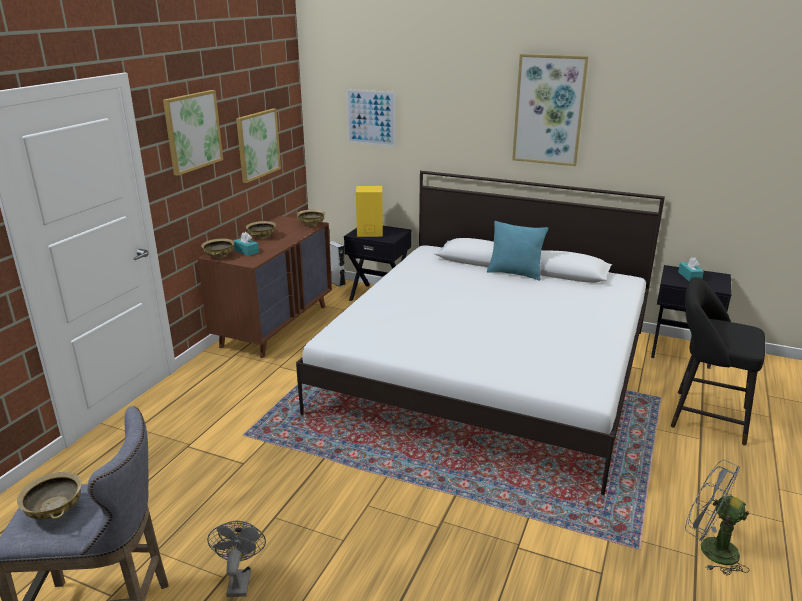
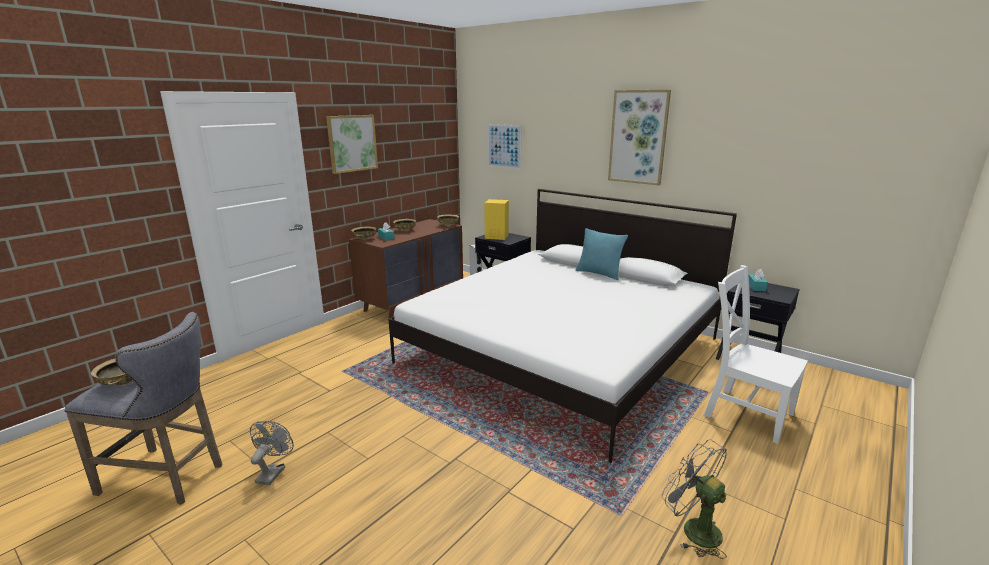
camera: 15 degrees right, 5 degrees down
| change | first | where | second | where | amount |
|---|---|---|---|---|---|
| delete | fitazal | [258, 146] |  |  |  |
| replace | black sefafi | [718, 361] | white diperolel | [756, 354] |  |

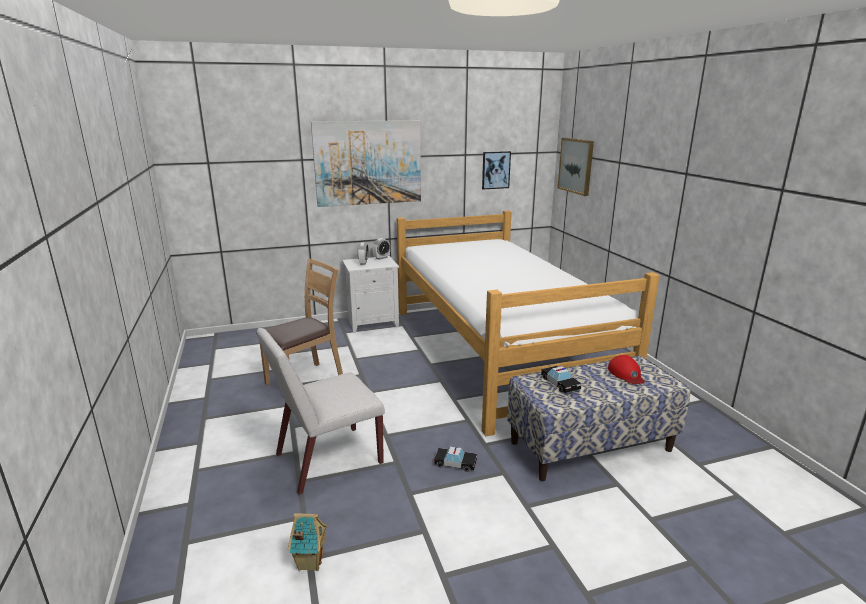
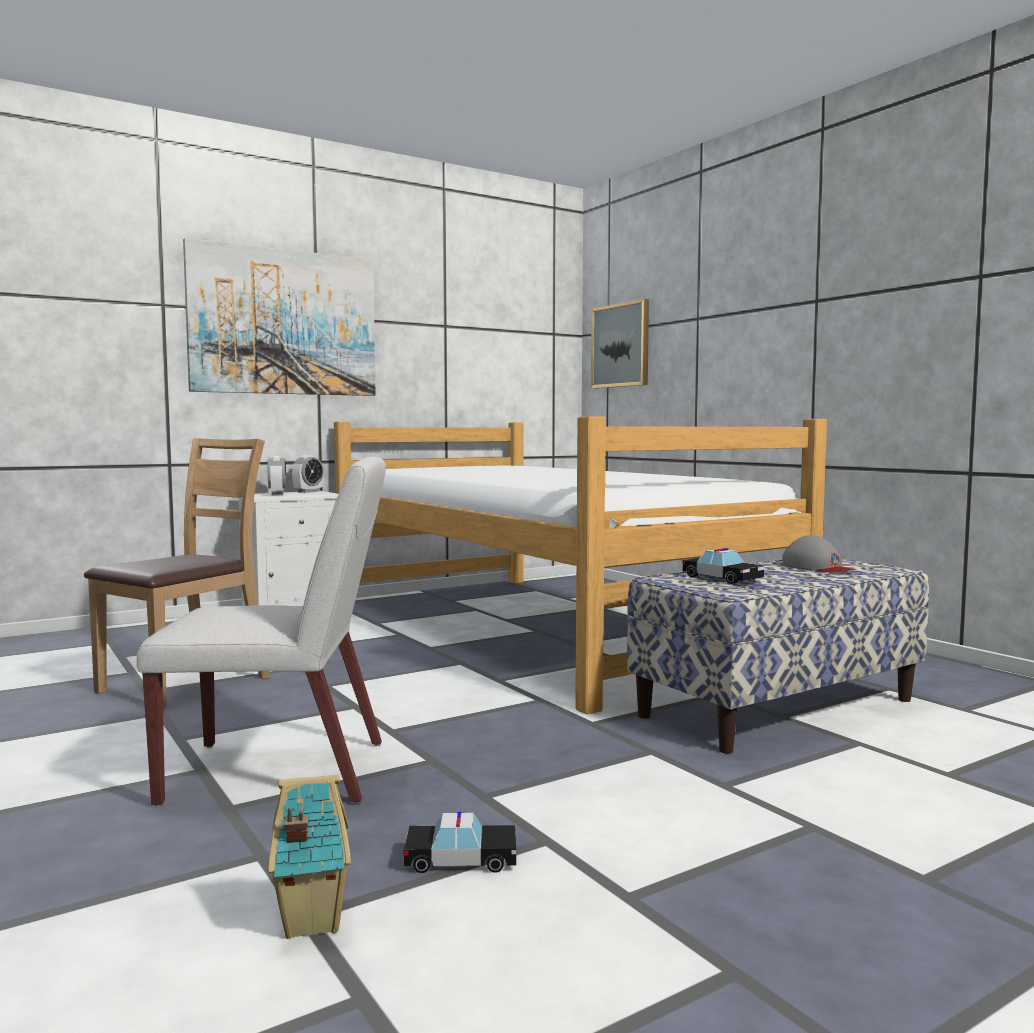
camera: 15 degrees left, 15 degrees down
| change | first | where | second | where | amount |
|---|---|---|---|---|---|
| rotate | white diperolel | [321, 411] |  | [261, 631] | 135 degrees counterclockwise |
| move | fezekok | [455, 459] |  | [460, 842] |  |
| delete | fitazal | [496, 170] |  |  |  |
| recolor | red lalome | [626, 369] | grey lalome | [818, 553] |  |

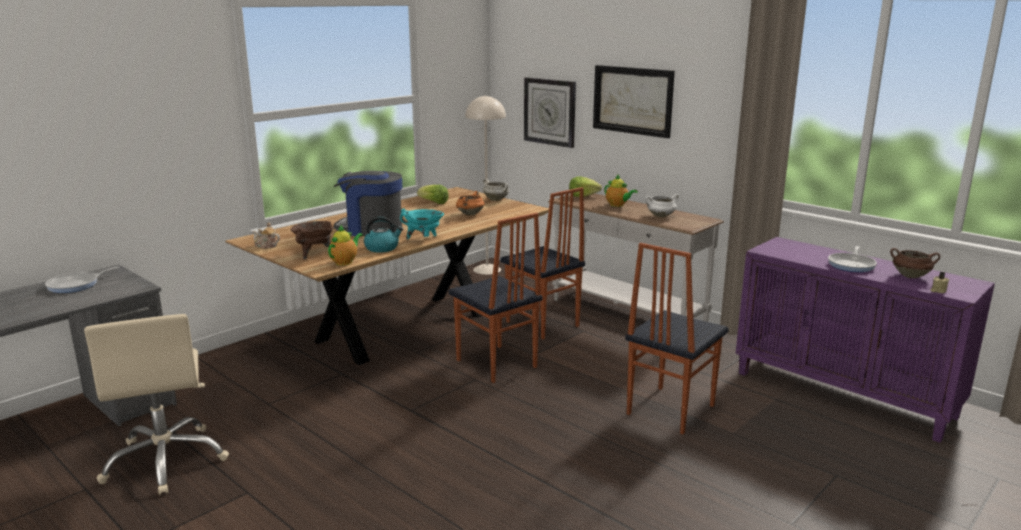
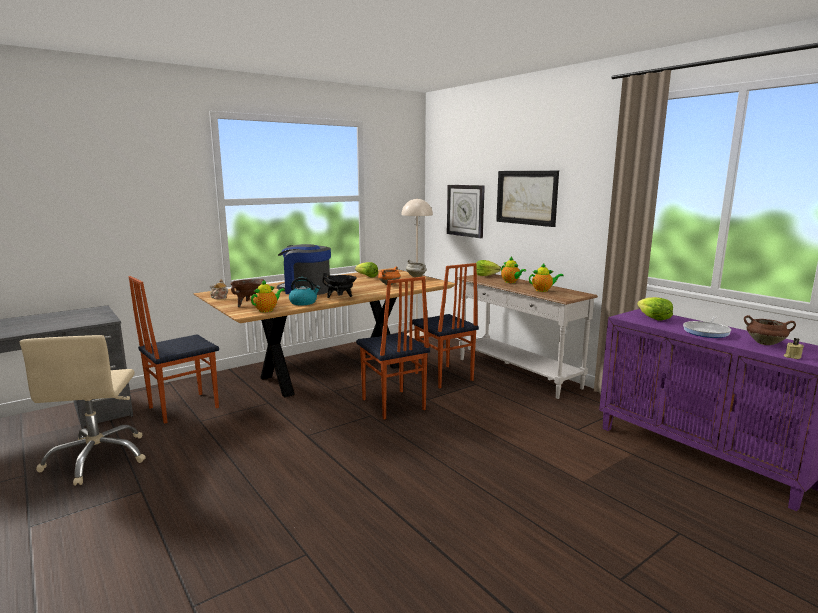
camera: 10 degrees right, 5 degrees down
| change | first | where | second | where | amount |
|---|---|---|---|---|---|
| delete | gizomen | [82, 279] |  |  |  |
| recolor | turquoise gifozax | [422, 223] | black gifozax | [339, 285] |  |
| move | diperolel | [677, 339] |  | [174, 350] |  |
| replace | white gifozax | [662, 205] | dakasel | [546, 277] |  |
| insert |  |  | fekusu | [655, 308] |  |

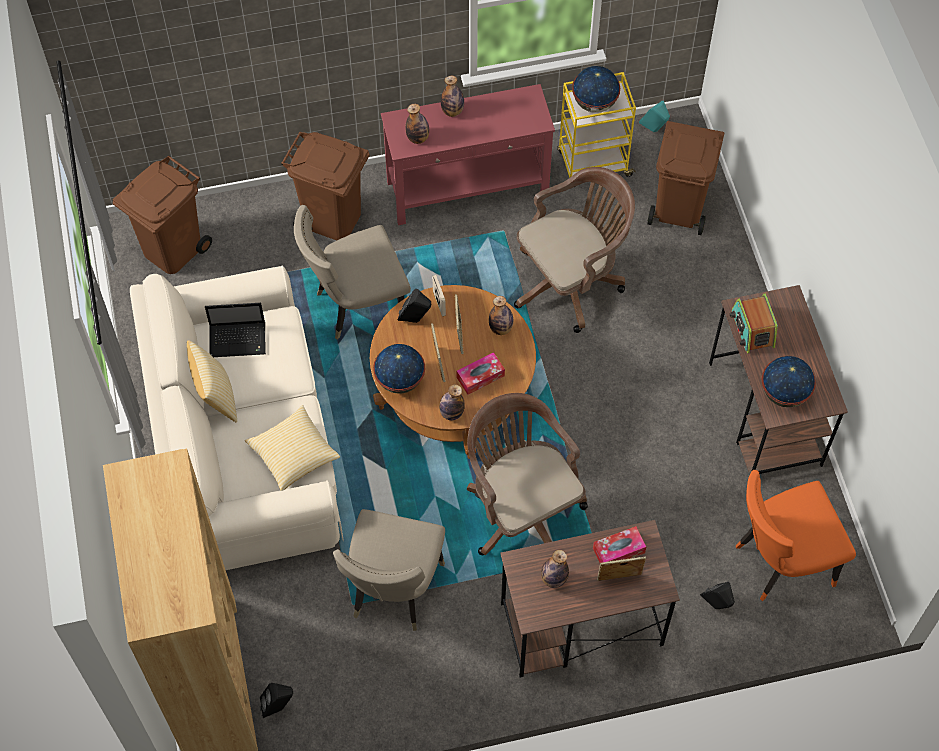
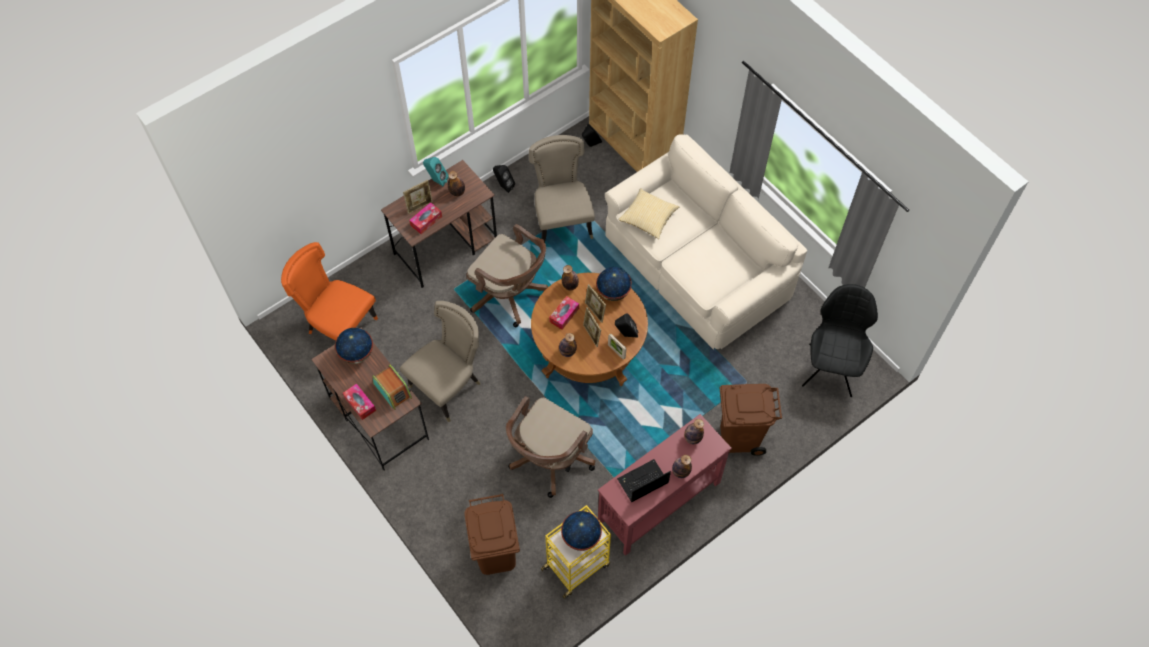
camera: 155 degrees right, 0 degrees up
| change | first | where | second | where | amount |
|---|---|---|---|---|---|
| replace | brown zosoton | [162, 215] | black diperolel | [840, 340] |  |
| delete | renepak | [212, 381] |  |  |  |
| move | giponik | [235, 330] |  | [644, 480] |  |
| move | beige diperolel | [352, 272] |  | [440, 361] |  |
| move | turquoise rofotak | [654, 116] |  | [436, 171] |  |
| move | black rofotak | [717, 595] |  | [504, 179] |  |
| rotate | orange diperolel | [796, 535] |  | [329, 291] | 105 degrees counterclockwise |
| insert |  |  | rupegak | [359, 402] |  |

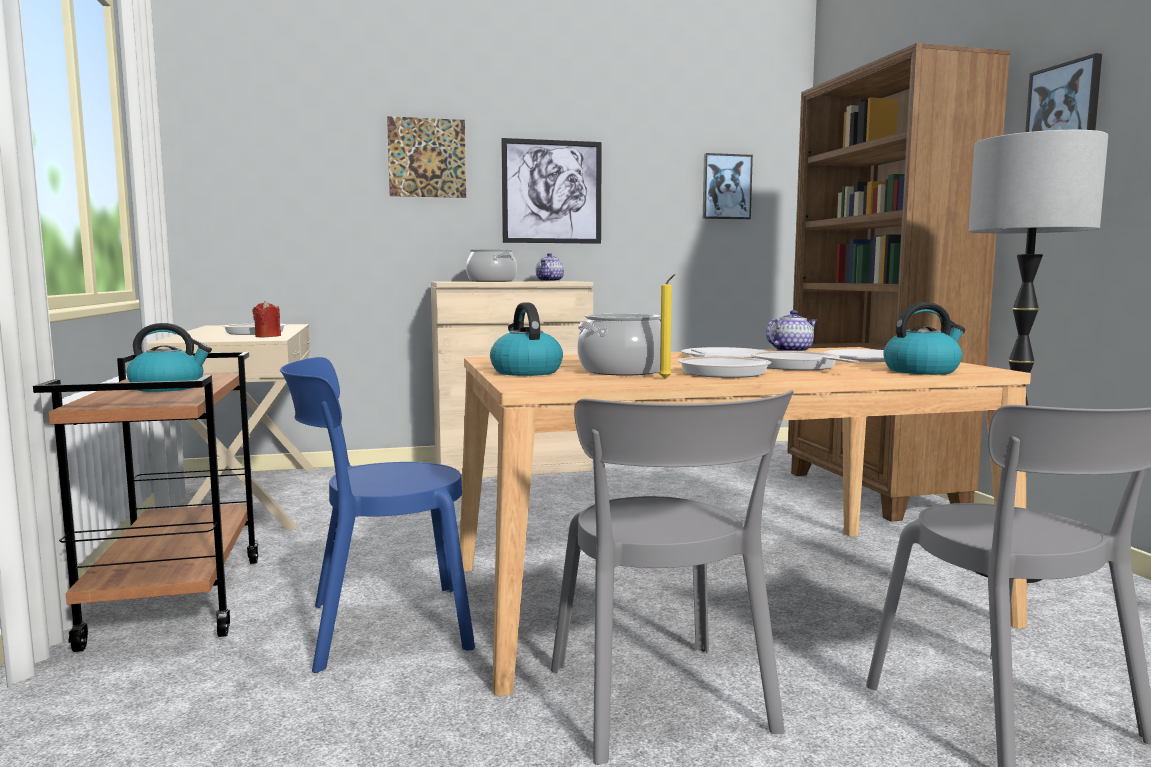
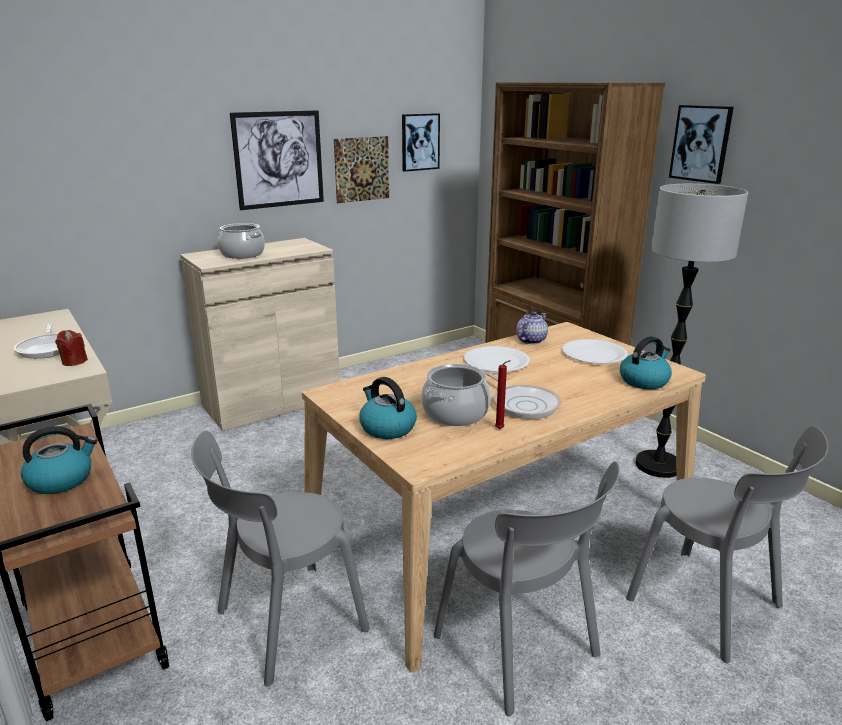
camera: 20 degrees left, 15 degrees up
| change | first | where | second | where | amount |
|---|---|---|---|---|---|
| recolor | blue diperolel | [377, 515] | grey diperolel | [280, 558] |  |
| move | fitazal | [426, 157] |  | [361, 169] |  |
| delete | dakasel | [550, 267] |  |  |  |
| recolor | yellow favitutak | [667, 326] | red favitutak | [503, 394] |  |
| delete | gizomen | [805, 360] |  |  |  |

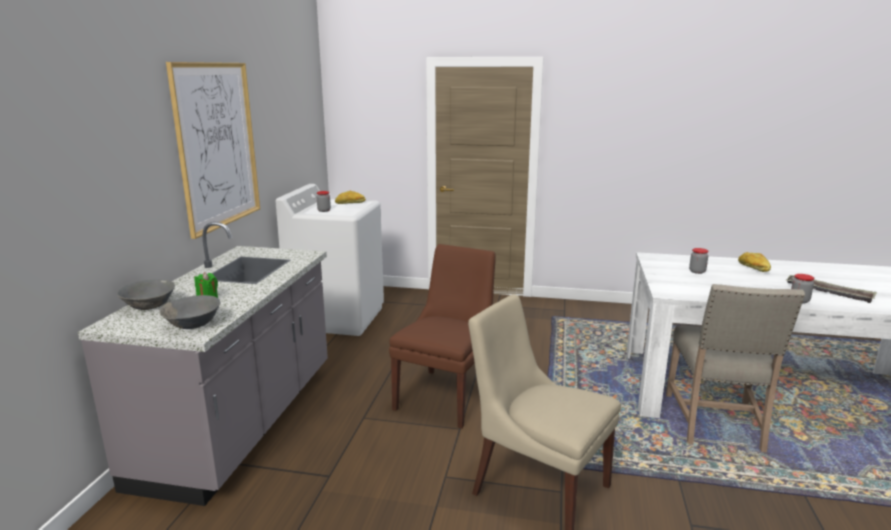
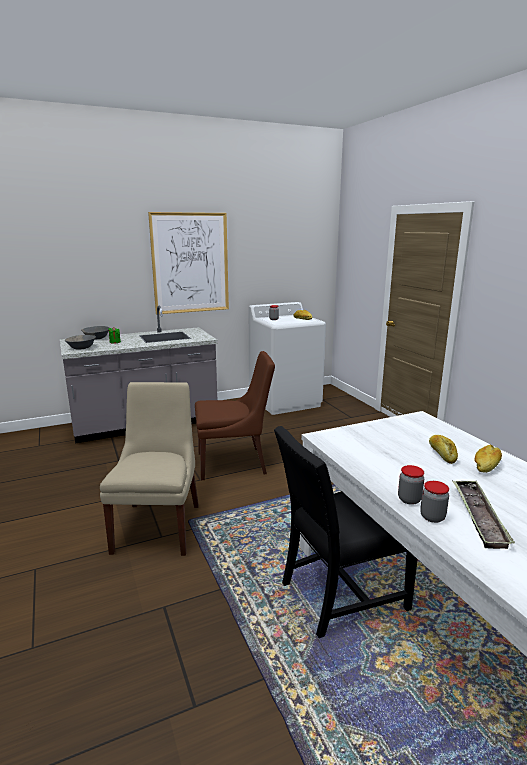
camera: 55 degrees right, 0 degrees up
| change | first | where | second | where | amount |
|---|---|---|---|---|---|
| recolor | beige diperolel | [735, 368] | black diperolel | [345, 532] |  |
| move | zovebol | [699, 261] |  | [434, 502] |  |
| insert |  |  | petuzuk | [443, 449] |  |

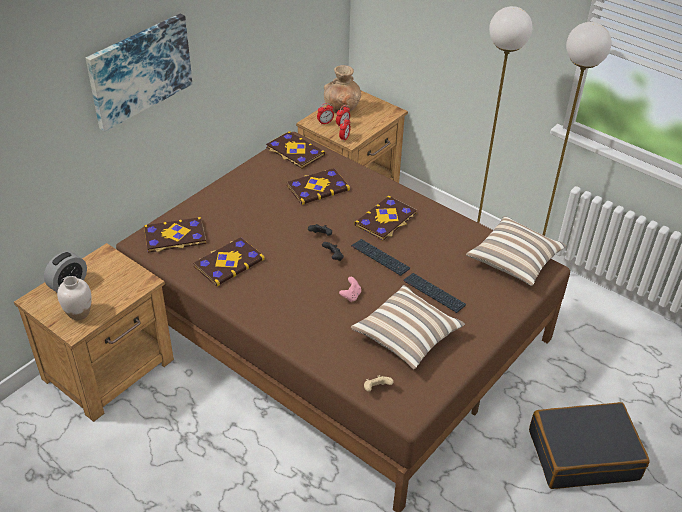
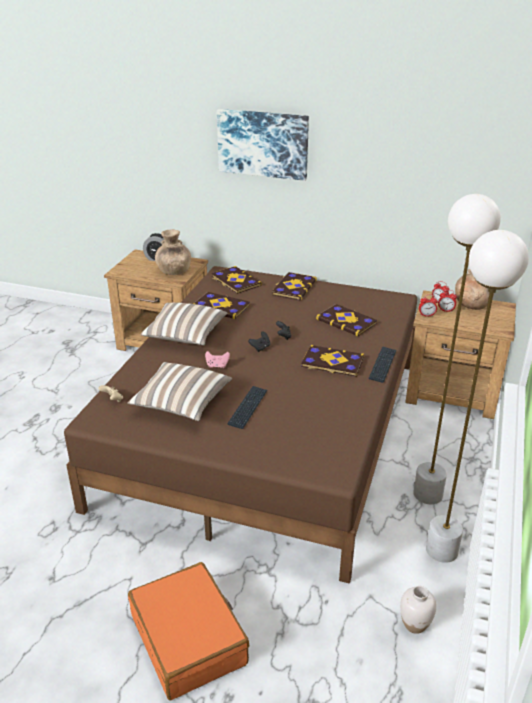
camera: 70 degrees right, 10 degrees down
| change | first | where | second | where | amount |
|---|---|---|---|---|---|
| move | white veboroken | [74, 298] |  | [418, 610] |  |
| move | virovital | [295, 150] |  | [294, 286] |  |
| move | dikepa | [380, 257] |  | [383, 364] |  |
| move | renepak | [516, 251] |  | [183, 323] |  |
| recolor | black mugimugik | [589, 445] | orange mugimugik | [188, 631] |  |
| insert |  |  | brown veboroken | [173, 252] |  |

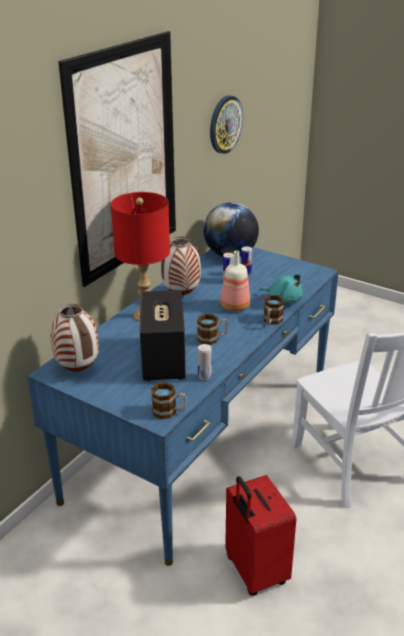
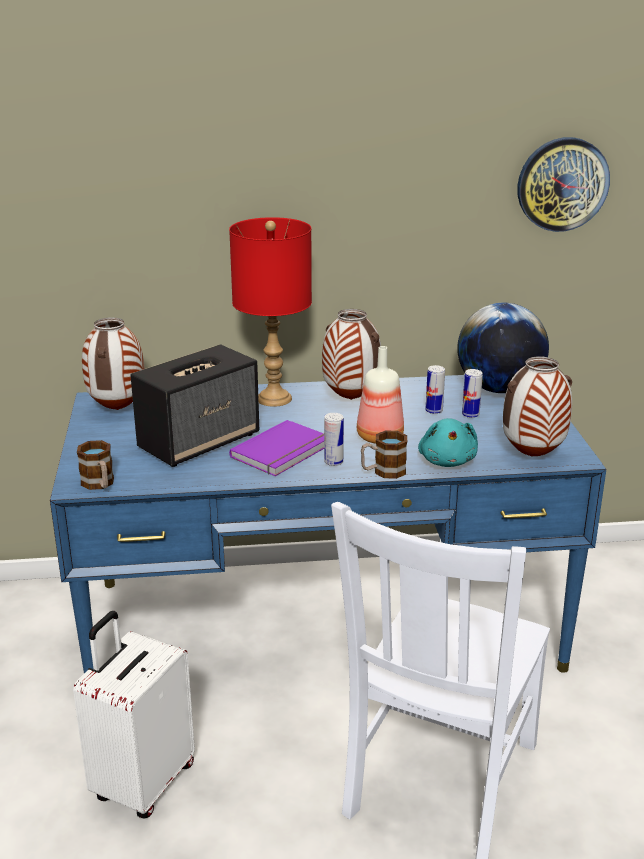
camera: 50 degrees right, 5 degrees down
| change | first | where | second | where | amount |
|---|---|---|---|---|---|
| delete | fitazal | [117, 159] |  |  |  |
| replace | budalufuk | [212, 329] | purple virovital | [276, 448] |  |
| move | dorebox | [205, 362] |  | [334, 439] |  |
| recolor | red mugimugik | [260, 535] | white mugimugik | [134, 715] |  |
| insert |  |  | veboroken | [537, 406] |  |

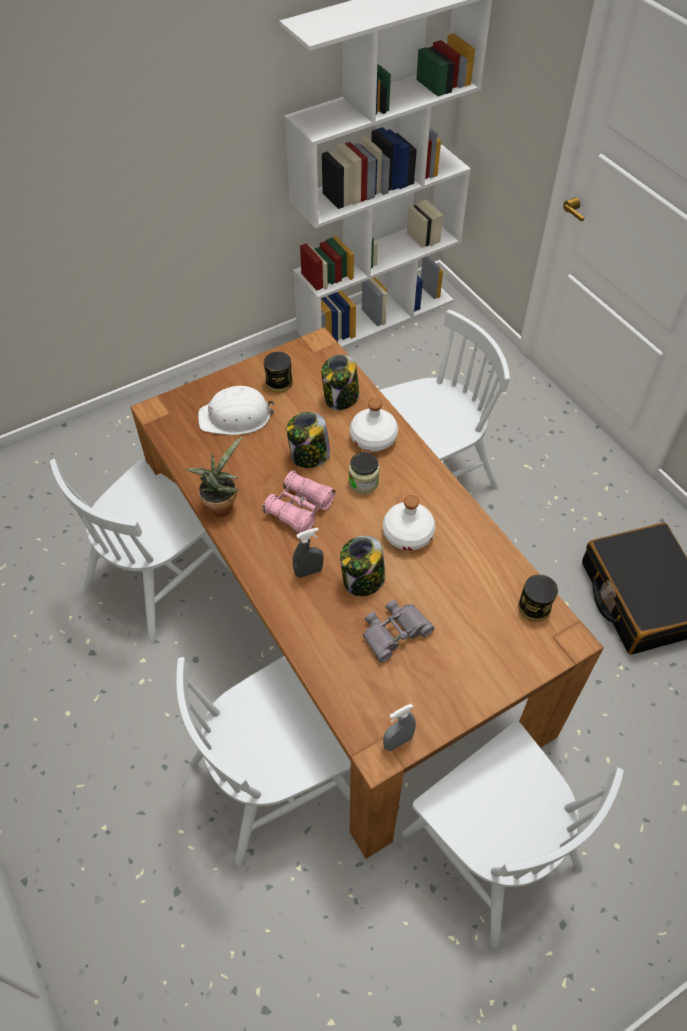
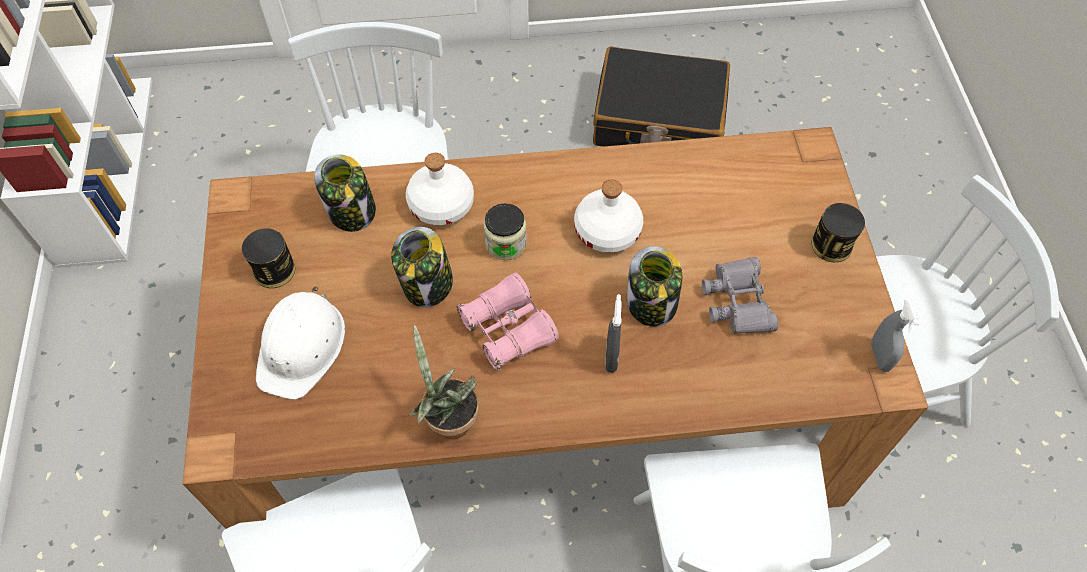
camera: 65 degrees left, 5 degrees up
| change | first | where | second | where | amount |
|---|---|---|---|---|---|
| move | dorebox | [538, 597] |  | [838, 232] |  |

